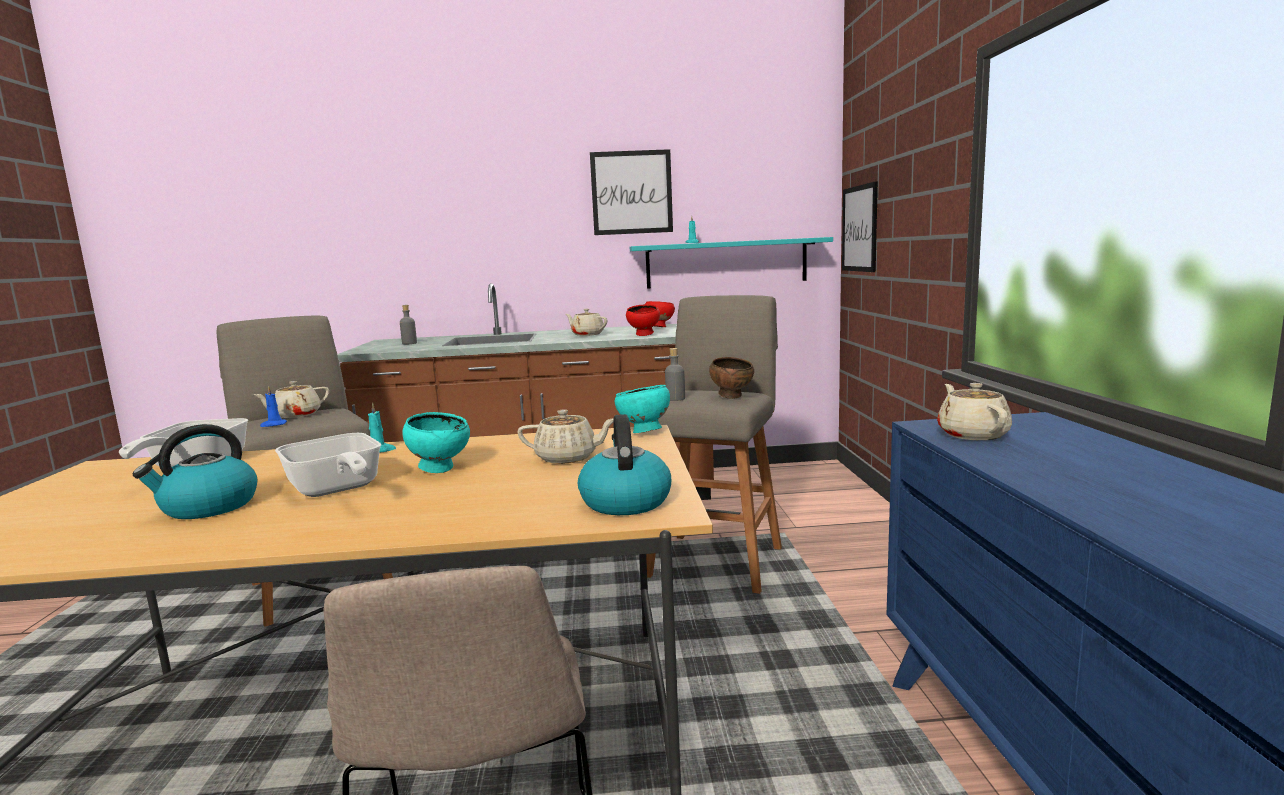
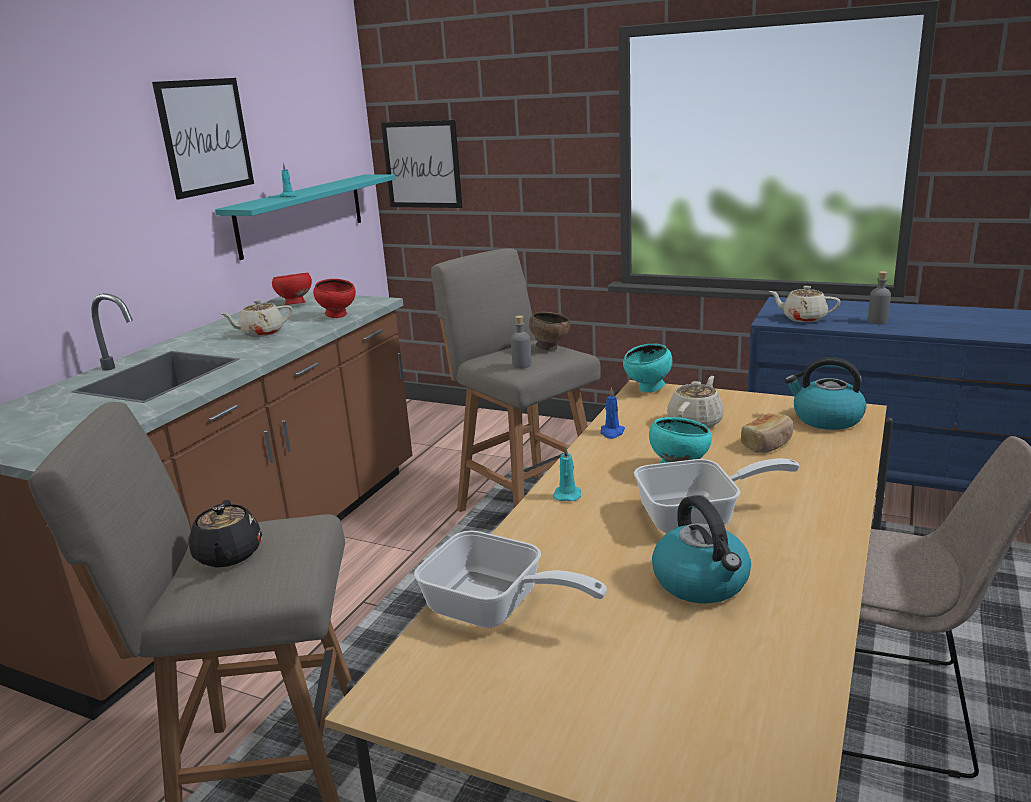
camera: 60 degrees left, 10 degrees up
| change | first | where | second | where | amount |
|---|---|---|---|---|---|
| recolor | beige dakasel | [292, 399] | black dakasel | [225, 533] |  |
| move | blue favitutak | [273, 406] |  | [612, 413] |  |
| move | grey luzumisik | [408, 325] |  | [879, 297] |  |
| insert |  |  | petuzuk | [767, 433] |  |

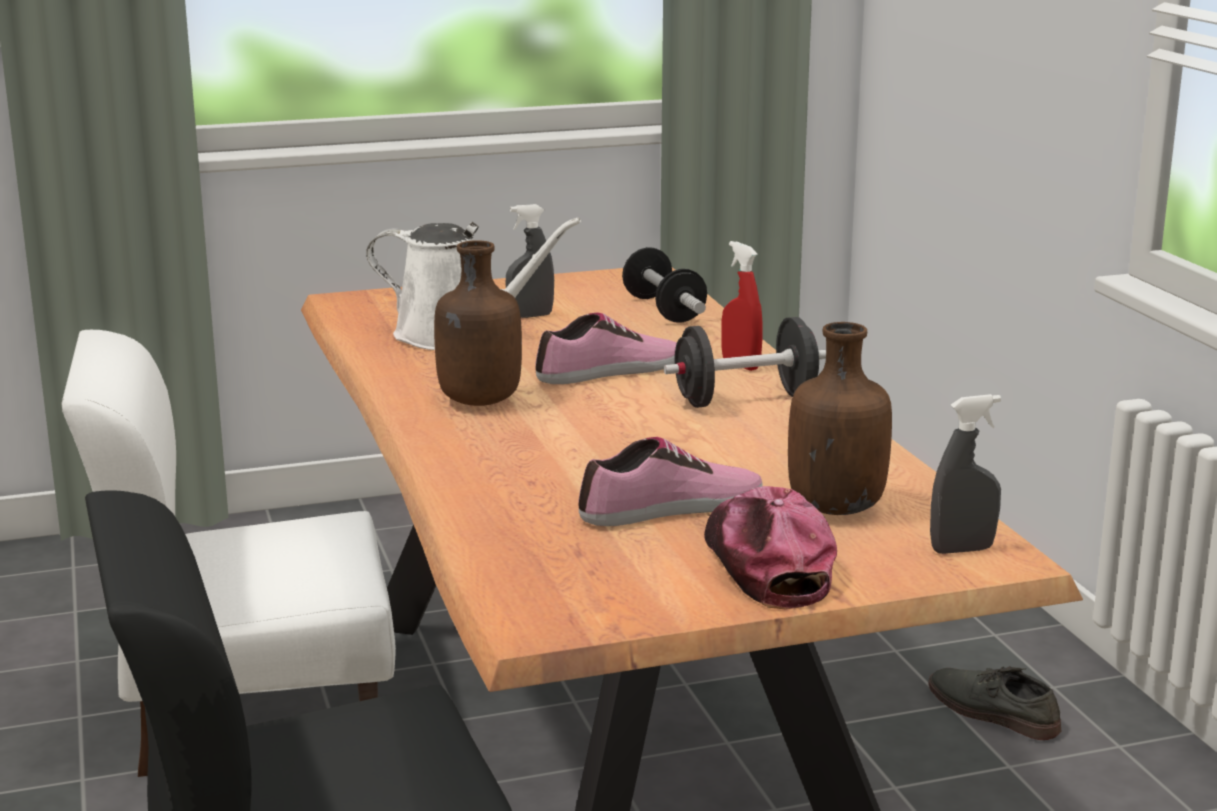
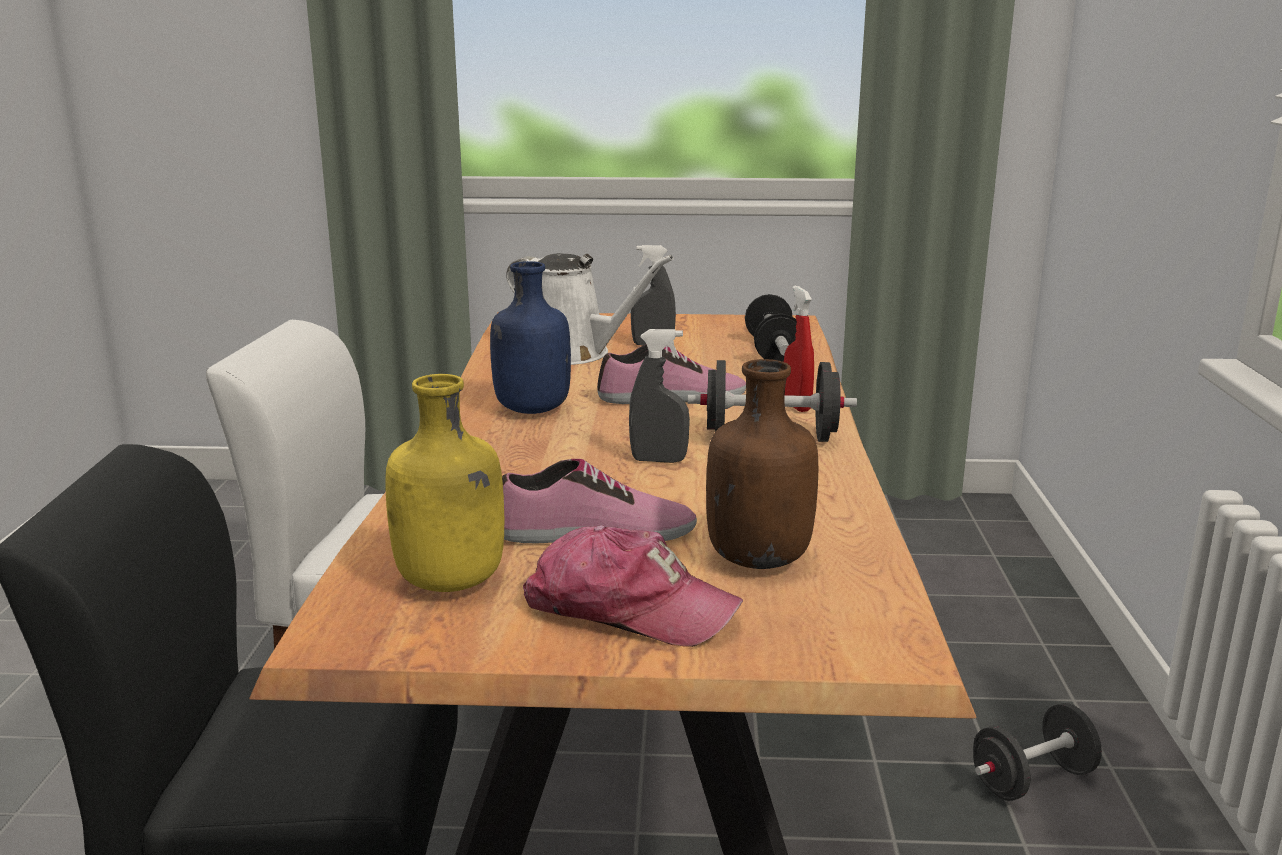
camera: 20 degrees right, 0 degrees up
| change | first | where | second | where | amount |
|---|---|---|---|---|---|
| recolor | brown luzumisik | [478, 323] | blue luzumisik | [530, 337] |  |
| rotate | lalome | [770, 548] |  | [633, 586] | 105 degrees clockwise |
| replace | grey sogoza | [995, 703] | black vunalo | [1037, 752] |  |
| move | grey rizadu | [965, 474] |  | [659, 396] |  |
| insert |  |  | yellow luzumisik | [444, 483] |  |

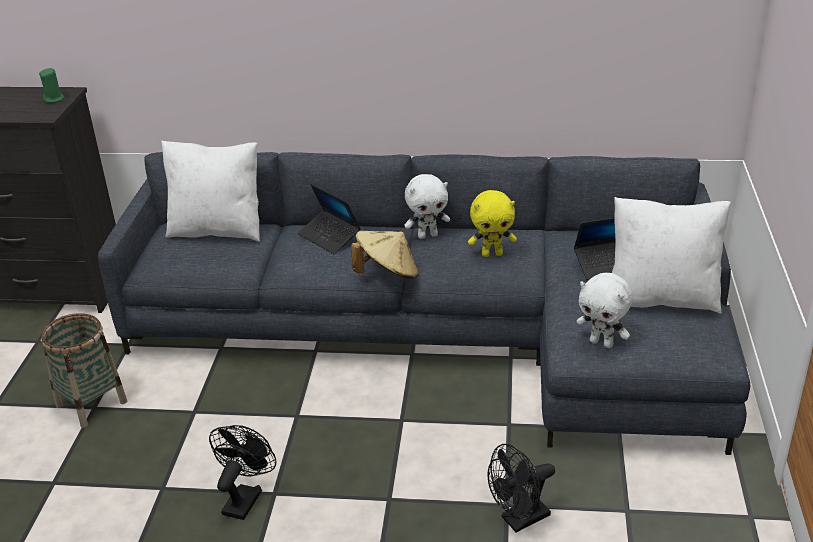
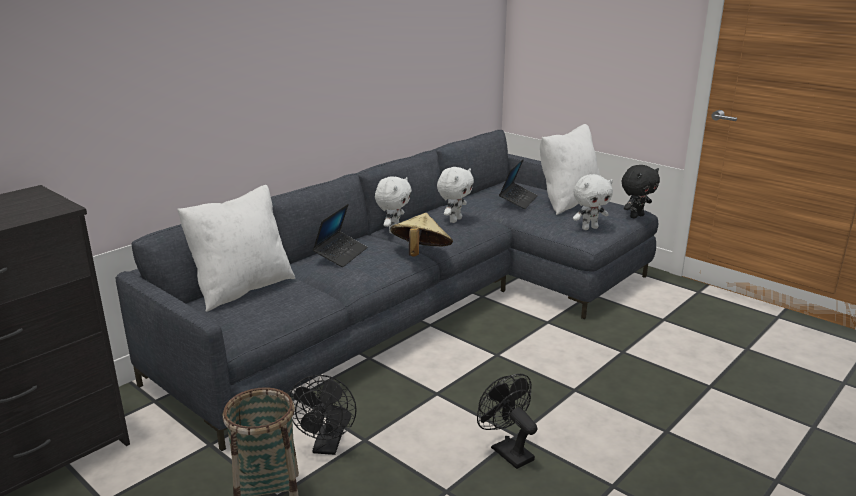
camera: 55 degrees left, 10 degrees down
| change | first | where | second | where | amount |
|---|---|---|---|---|---|
| delete | green favitutak | [52, 85] |  |  |  |
| rotate | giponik | [329, 219] |  | [339, 235] | 60 degrees counterclockwise |
| recolor | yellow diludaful | [492, 223] | white diludaful | [455, 195] |  |
| move | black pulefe | [521, 488] |  | [323, 415] |  |
| insert |  |  | black diludaful | [641, 192] |  |

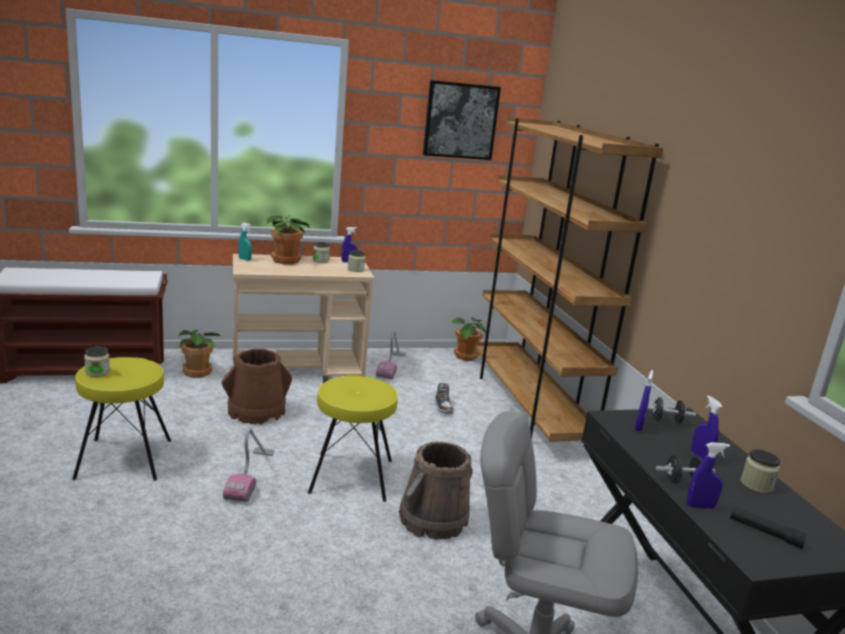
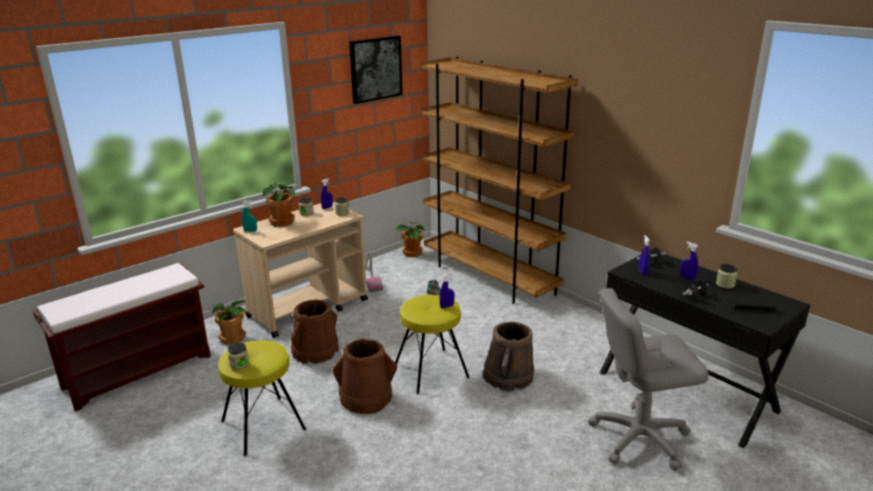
camera: 25 degrees left, 5 degrees up
| change | first | where | second | where | amount |
|---|---|---|---|---|---|
| replace | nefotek | [249, 465] | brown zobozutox | [365, 376] |  |
| move | blue rizadu | [708, 475] |  | [447, 290] |  |

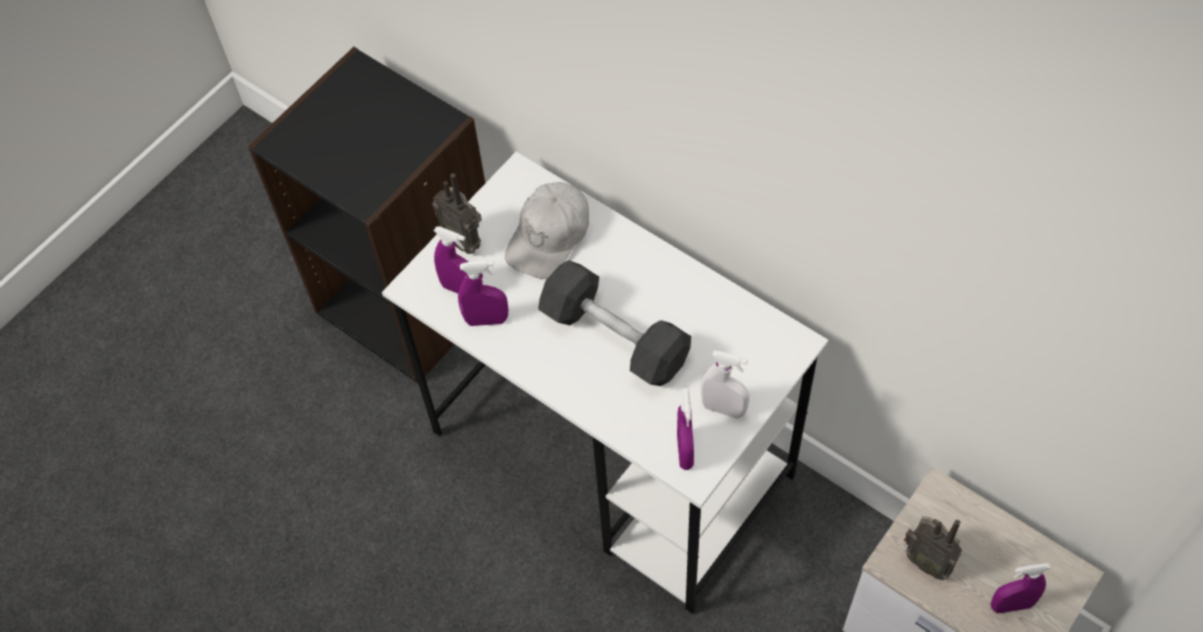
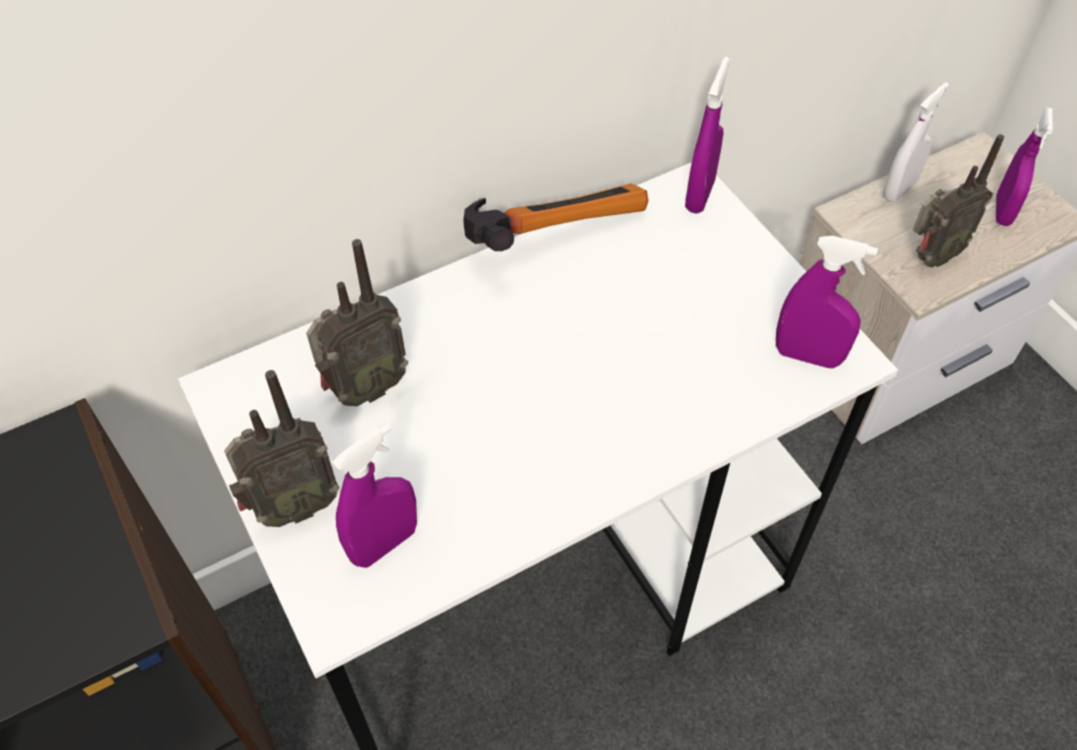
camera: 70 degrees left, 5 degrees down
| change | first | where | second | where | amount |
|---|---|---|---|---|---|
| move | purple rizadu | [483, 293] |  | [707, 135] |  |
| replace | white lalome | [547, 230] | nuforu | [357, 322] |  |
| delete | grey vunalo | [614, 323] |  |  |  |
| move | white rizadu | [725, 384] |  | [916, 142] |  |
| insert |  |  | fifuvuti | [556, 217] |  |

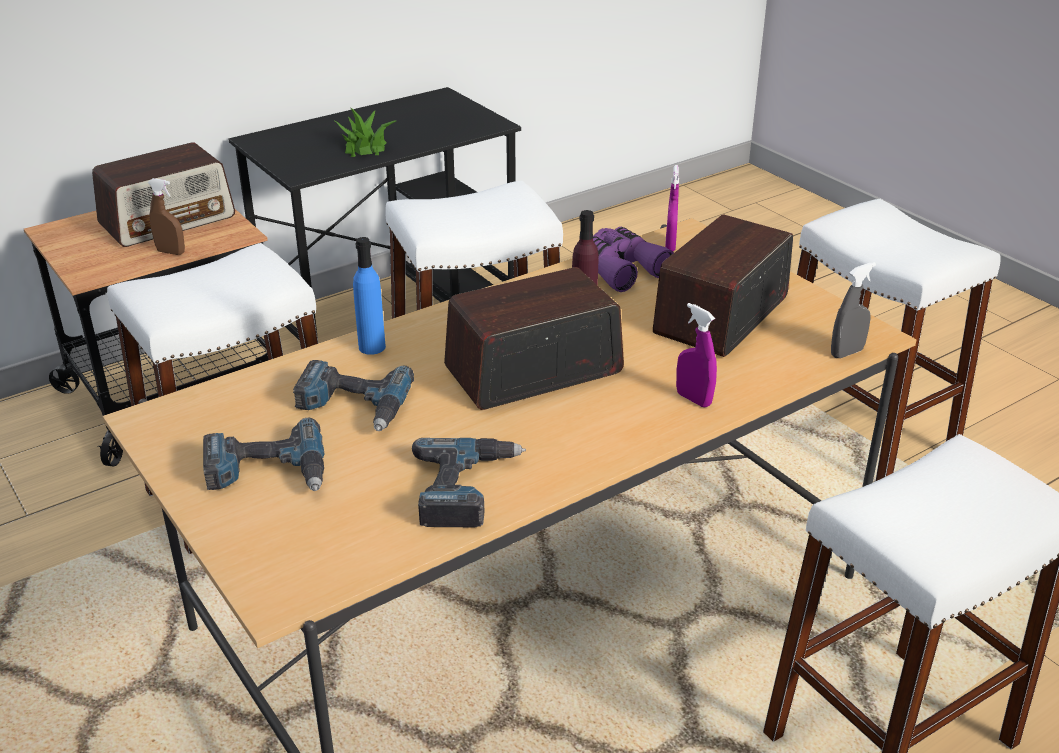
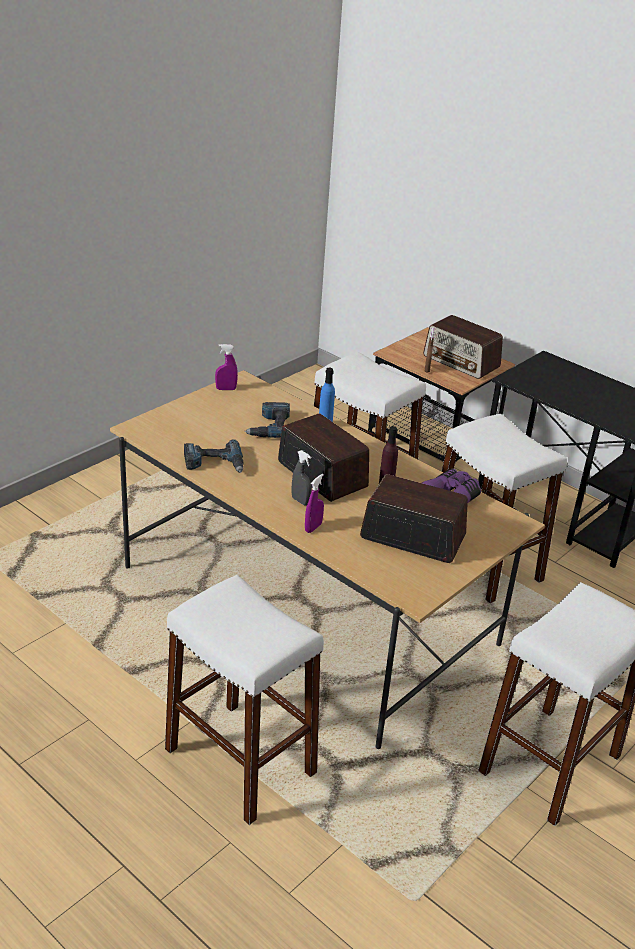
camera: 75 degrees right, 0 degrees up
| change | first | where | second | where | amount |
|---|---|---|---|---|---|
| delete | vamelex | [263, 454] |  |  |  |
| delete | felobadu | [365, 132] |  |  |  |
| move | purple rizadu | [672, 208] |  | [226, 367] |  |
| move | grey rizadu | [853, 310] |  | [302, 478] |  |

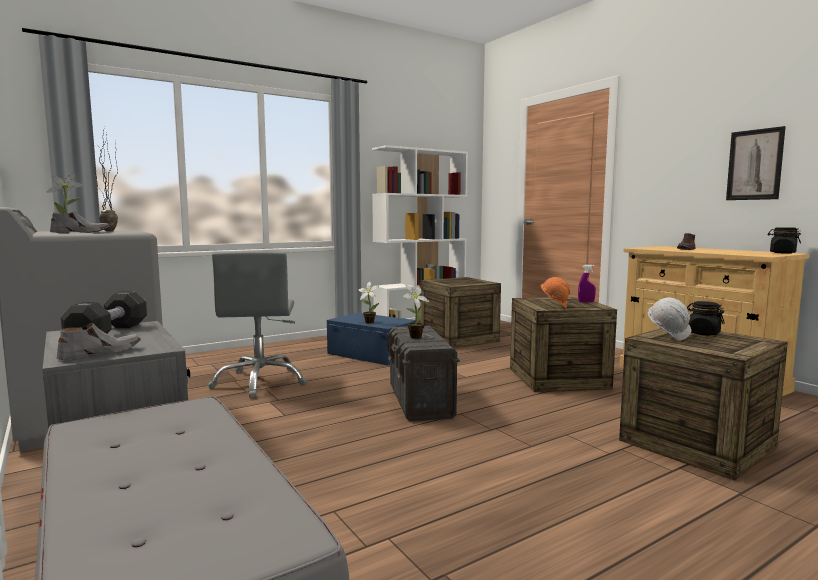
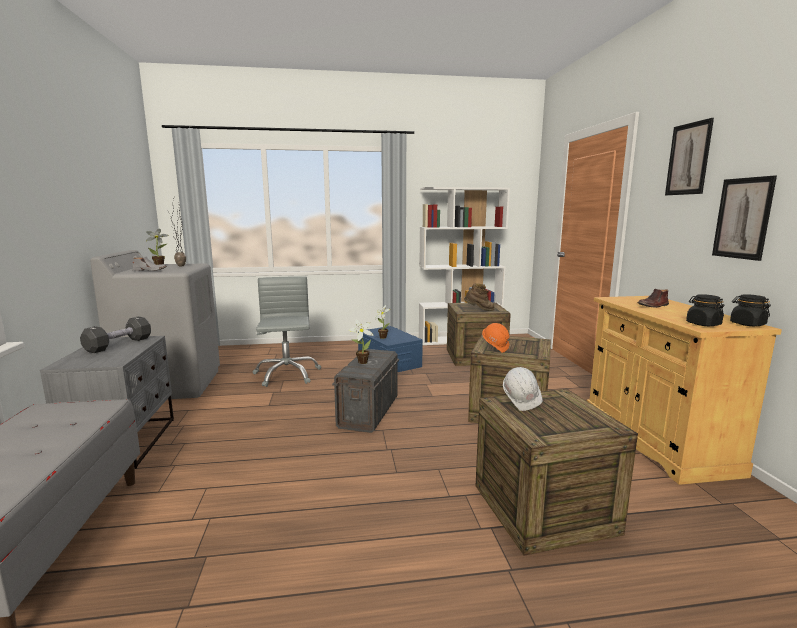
camera: 25 degrees right, 5 degrees up
| change | first | where | second | where | amount |
|---|---|---|---|---|---|
| delete | grey sogoza | [99, 341] |  |  |  |
| rotate | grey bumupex | [257, 325] |  | [286, 331] | 150 degrees clockwise |
| delete | purple rizadu | [587, 284] |  |  |  |
| move | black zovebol | [706, 318] |  | [705, 310] |  |
| insert |  |  | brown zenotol | [479, 297] |  |
| insert |  |  | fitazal | [689, 156] |  |

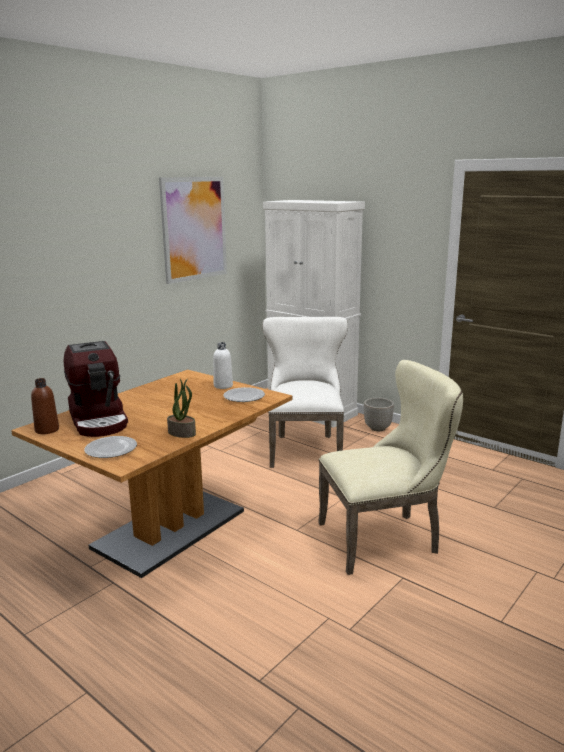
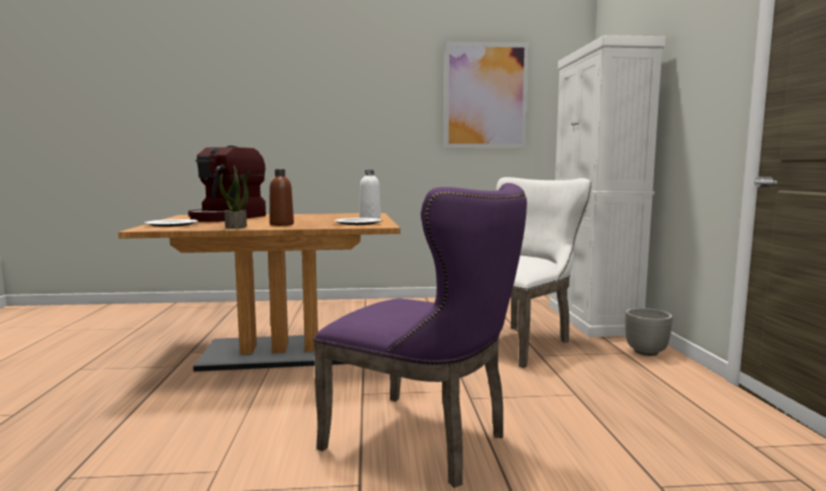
camera: 45 degrees right, 10 degrees down
| change | first | where | second | where | amount |
|---|---|---|---|---|---|
| move | brown luzumisik | [45, 406] |  | [281, 197] |  |
| recolor | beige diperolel | [390, 467] | purple diperolel | [420, 335] |  |

